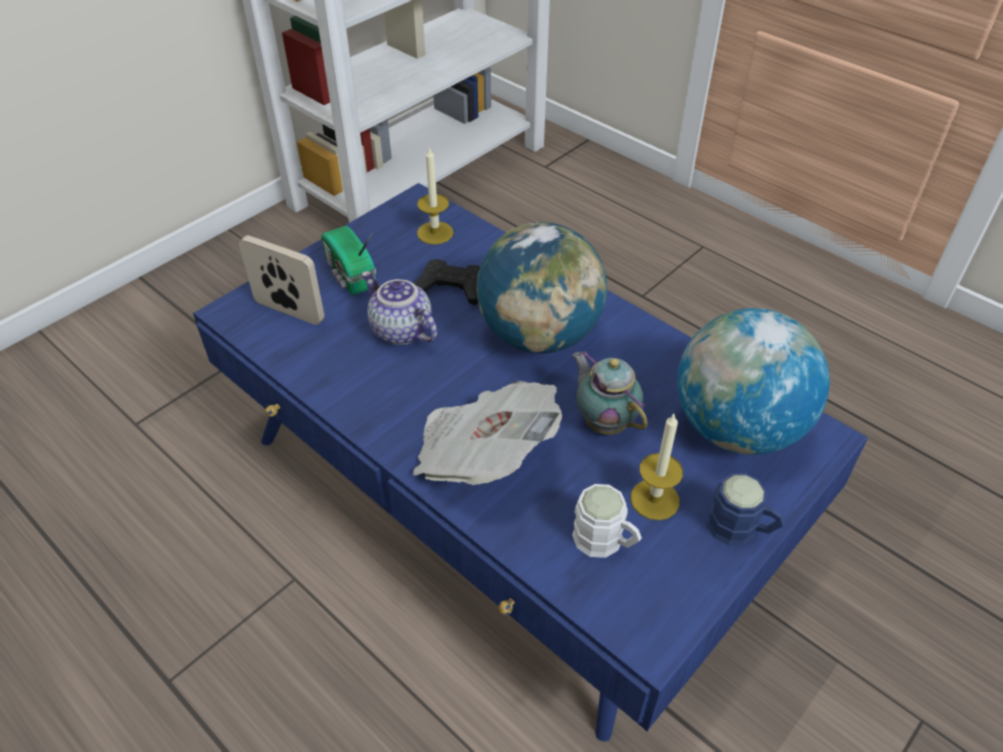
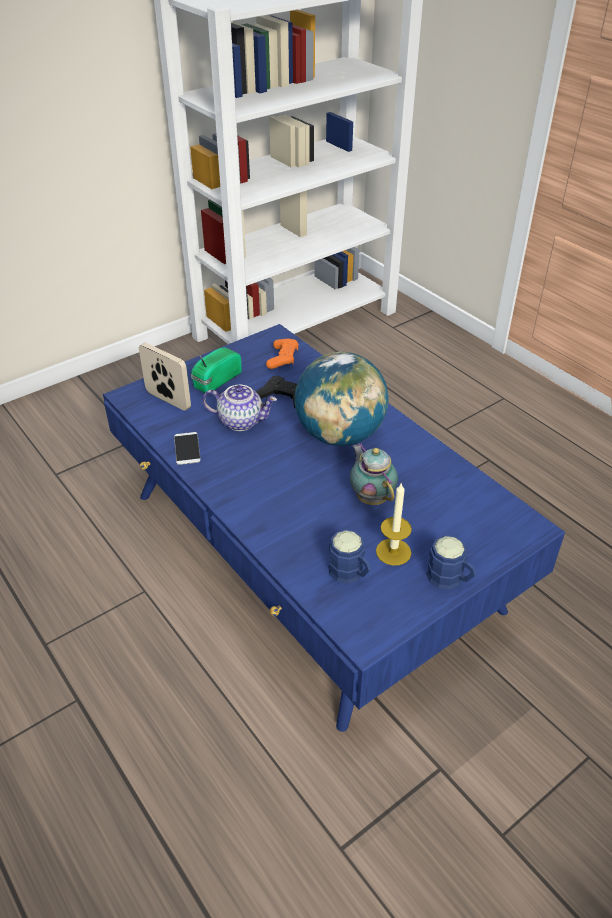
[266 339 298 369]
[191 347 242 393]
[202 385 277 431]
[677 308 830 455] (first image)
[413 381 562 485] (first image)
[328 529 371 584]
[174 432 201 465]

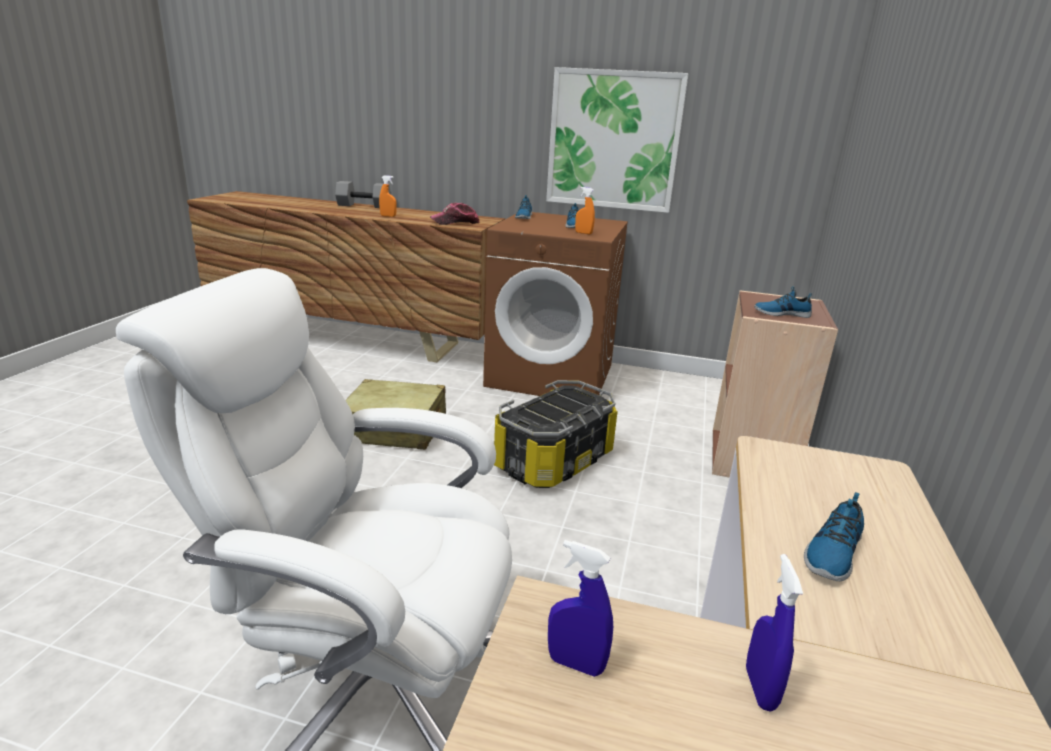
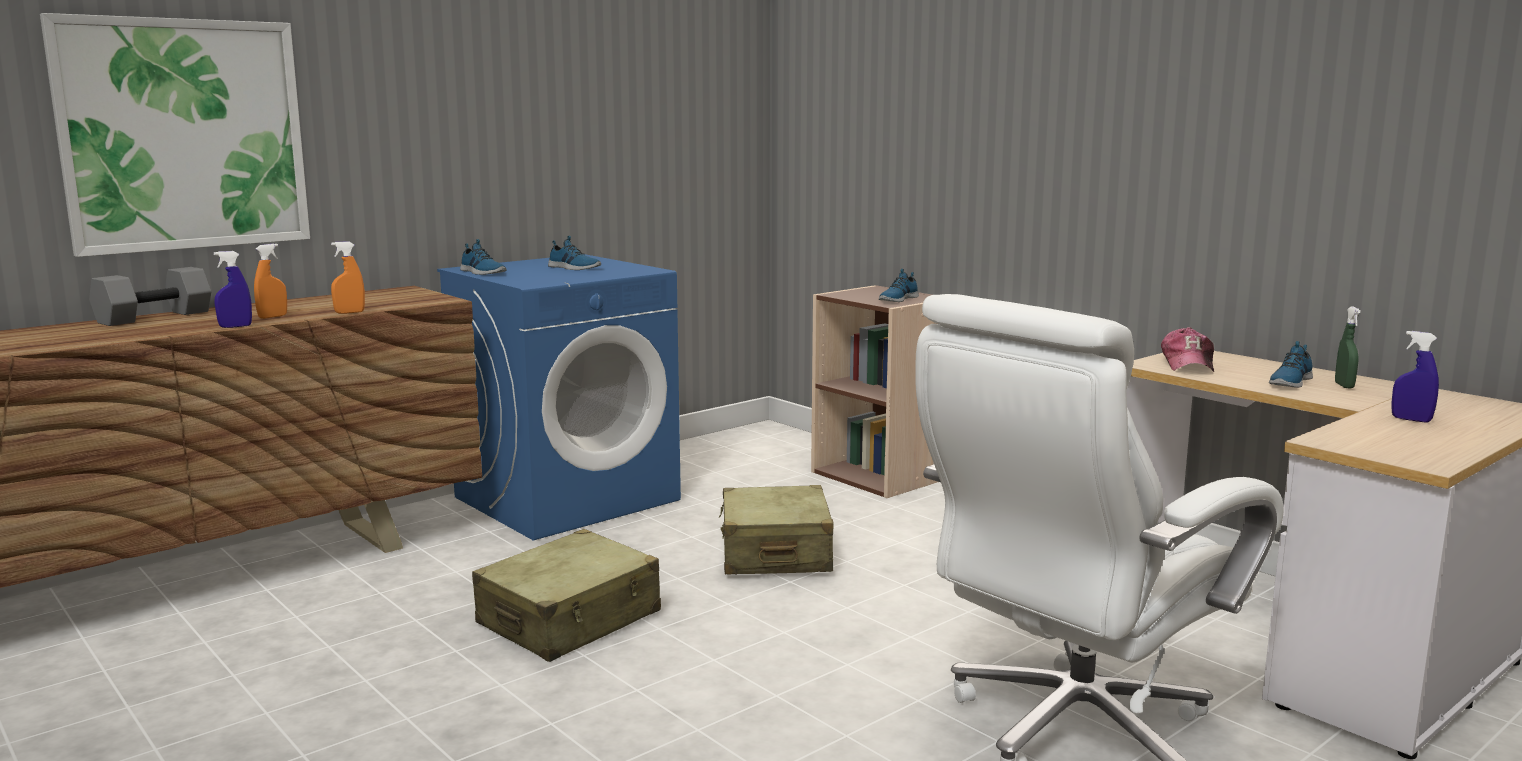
[40 13 310 257]
[331 241 365 314]
[1161 327 1214 372]
[437 254 681 540]
[719 485 834 575]
[1269 341 1313 388]
[214 251 252 328]
[1335 307 1361 389]

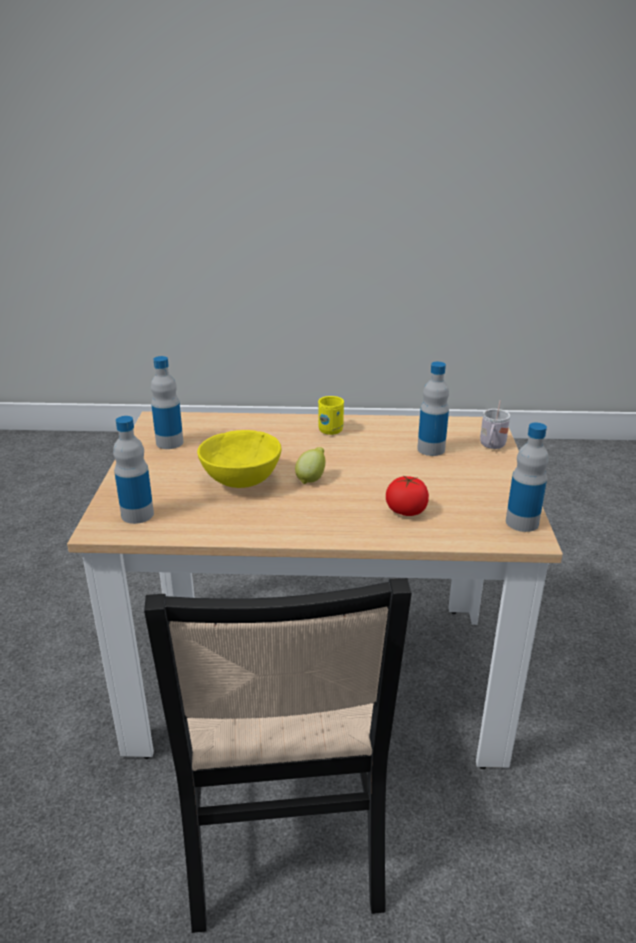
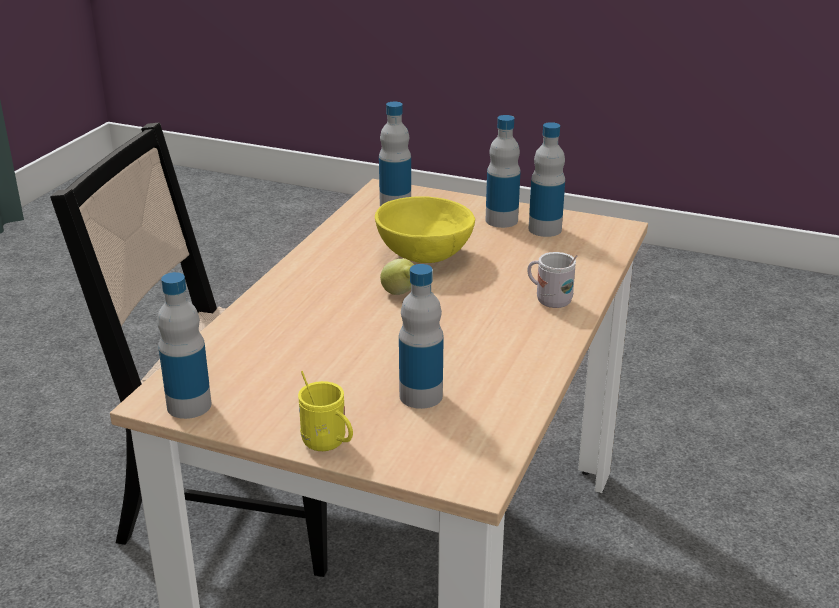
[298 371 353 451]
[527 252 577 308]
[386 475 429 516] (first image)
[485 115 520 228]

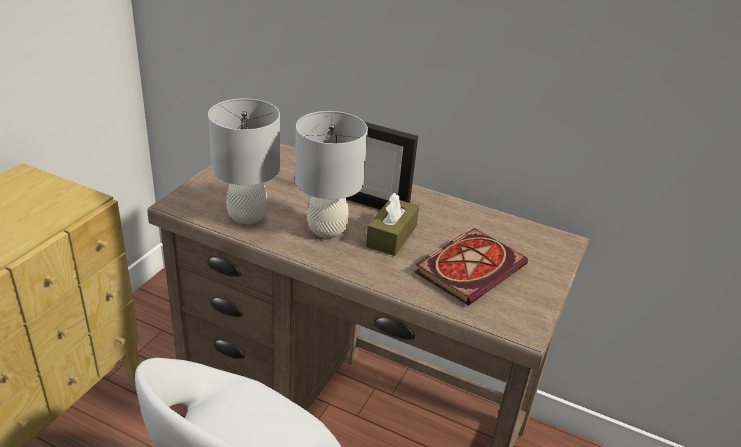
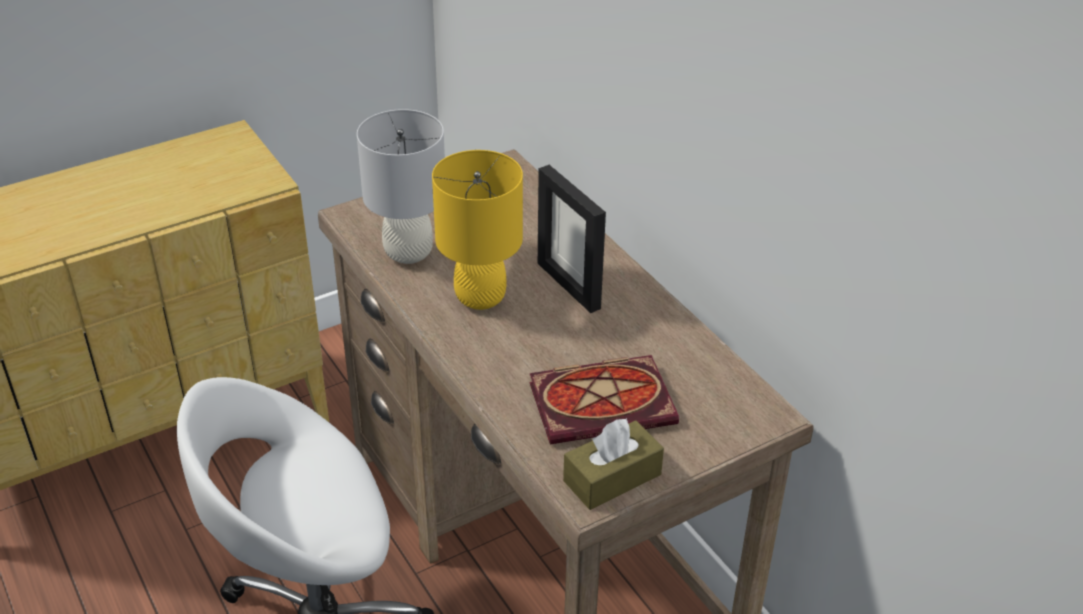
[432 150 523 310]
[563 418 664 510]

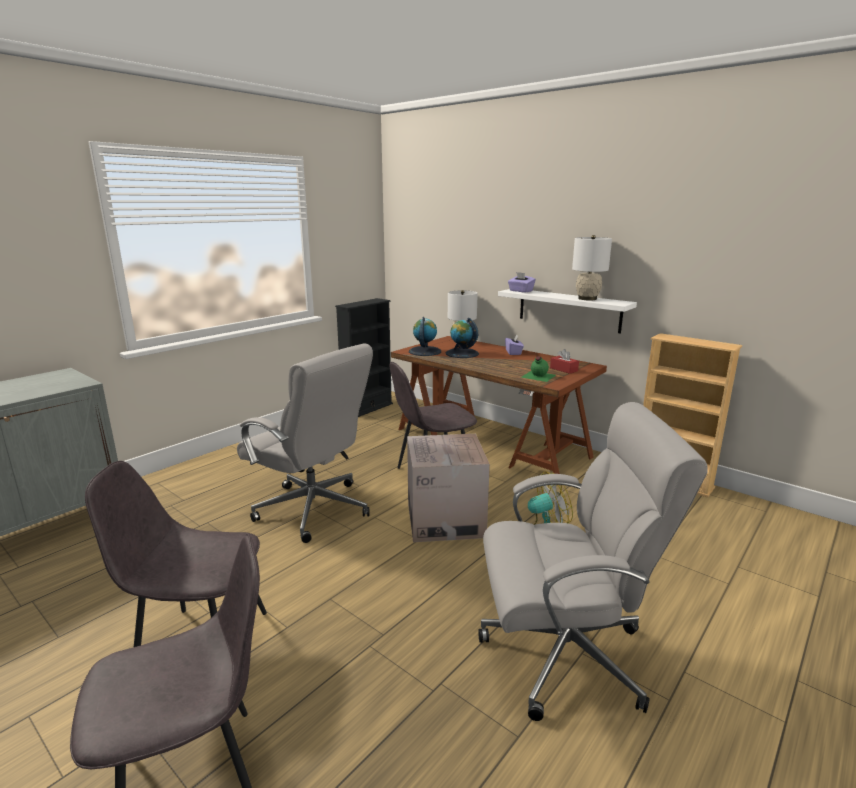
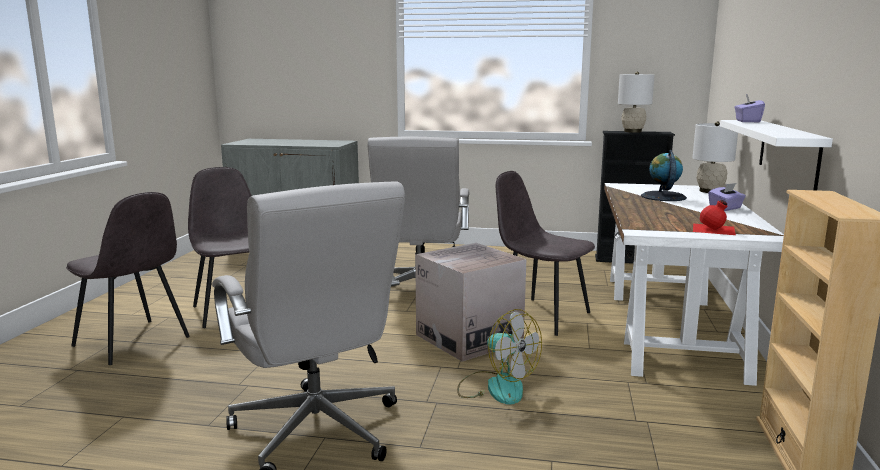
[618 72 655 133]
[409 317 441 356] (first image)
[604 183 784 386]
[693 200 736 235]
[521 356 556 382] (first image)

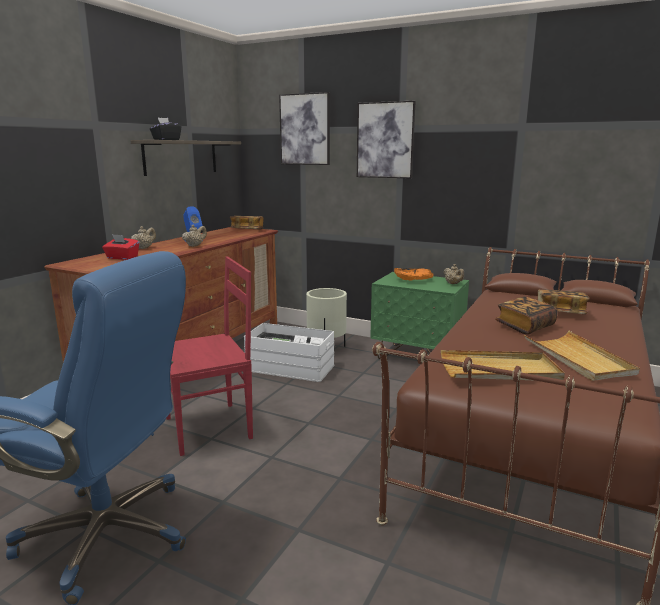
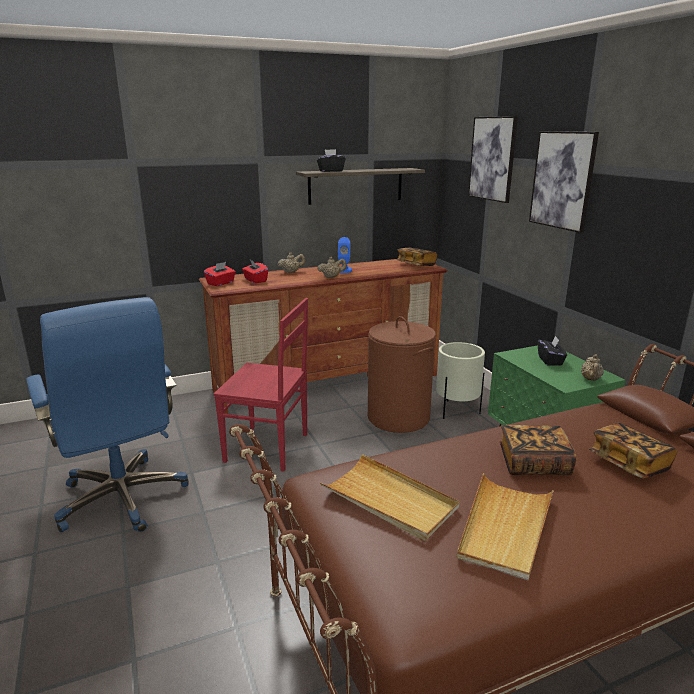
[538 335 567 365]
[368 316 436 433]
[204 262 236 286]

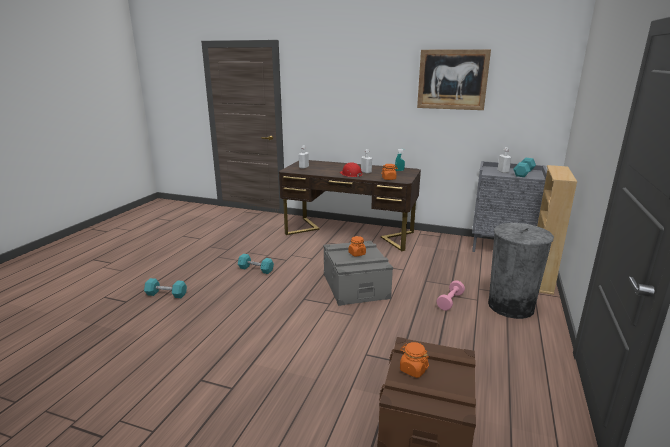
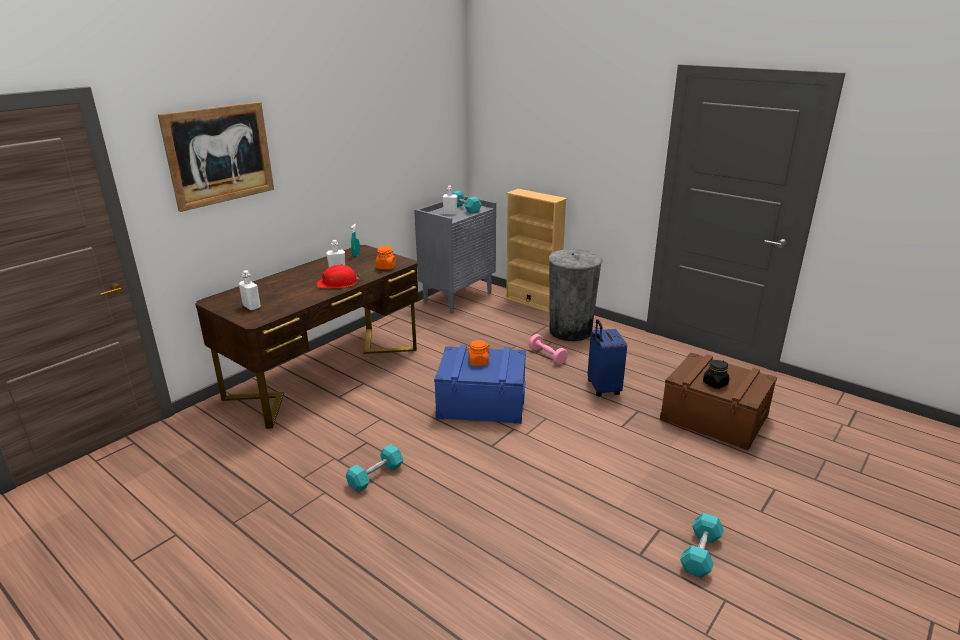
[158 102 274 212]
[434 345 526 424]
[680 513 724 578]
[703 360 729 389]
[588 319 627 396]

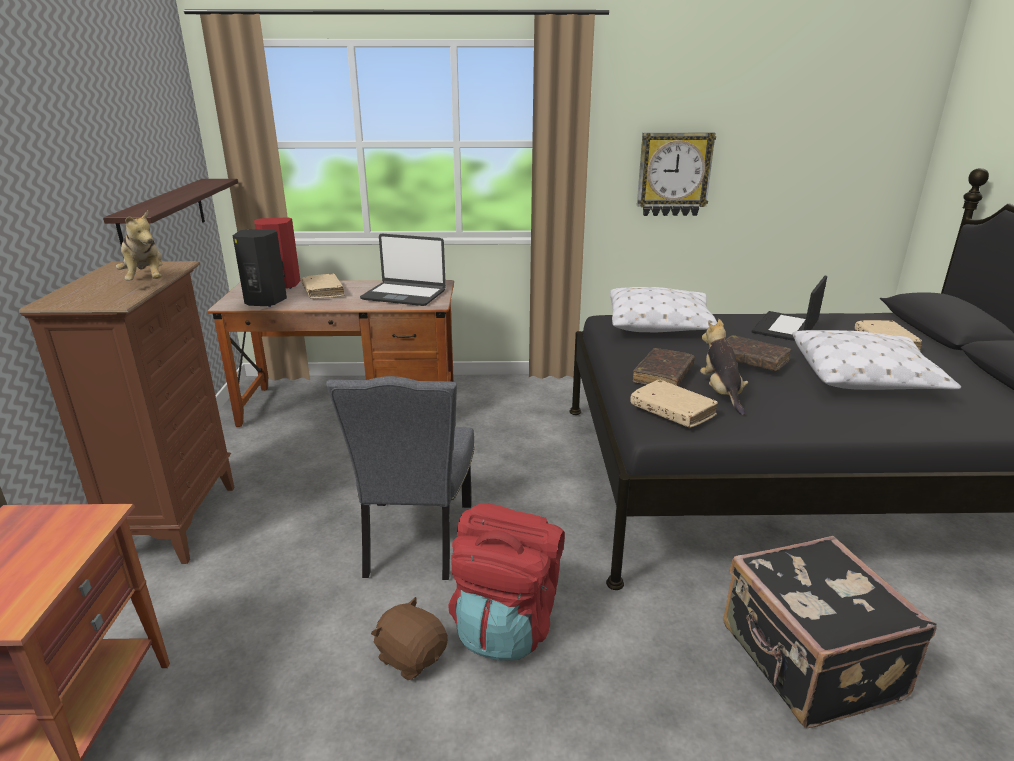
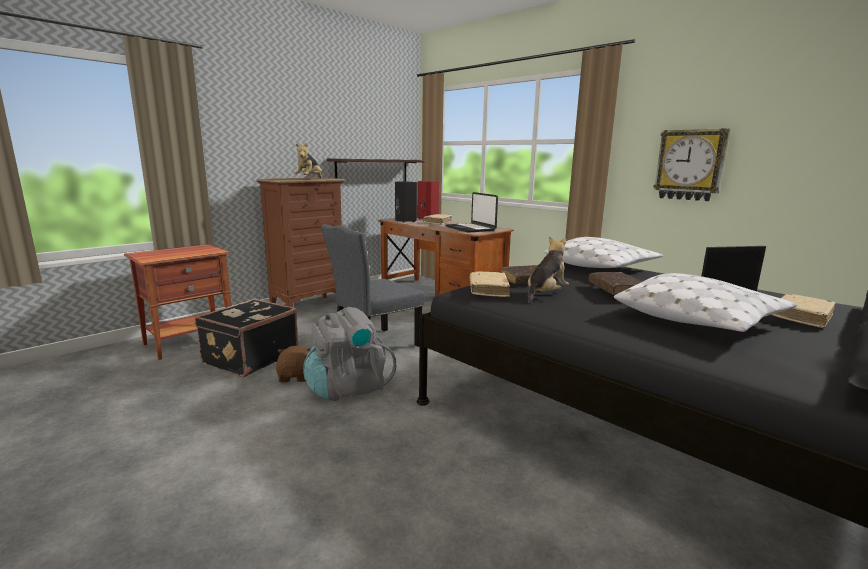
[303 307 396 401]
[195 298 298 377]

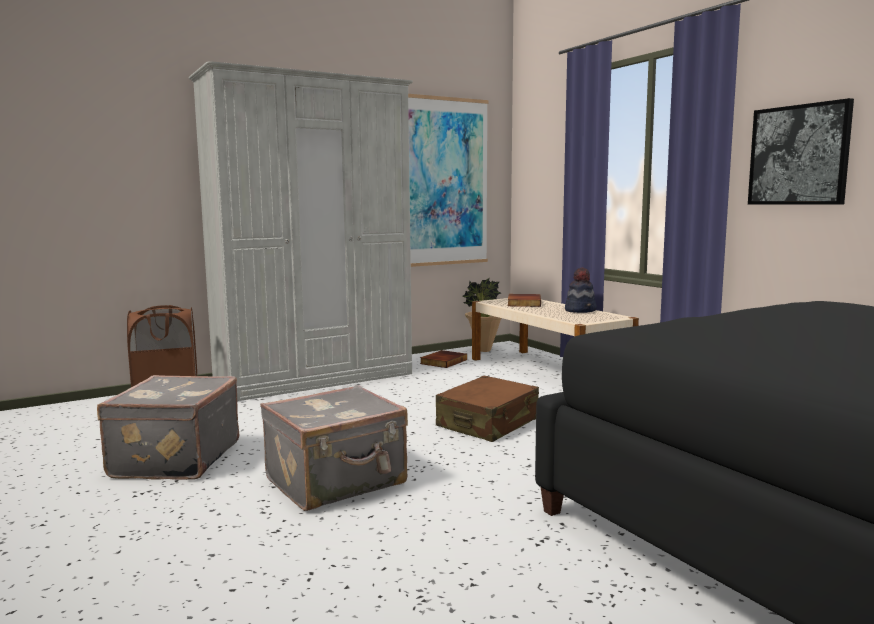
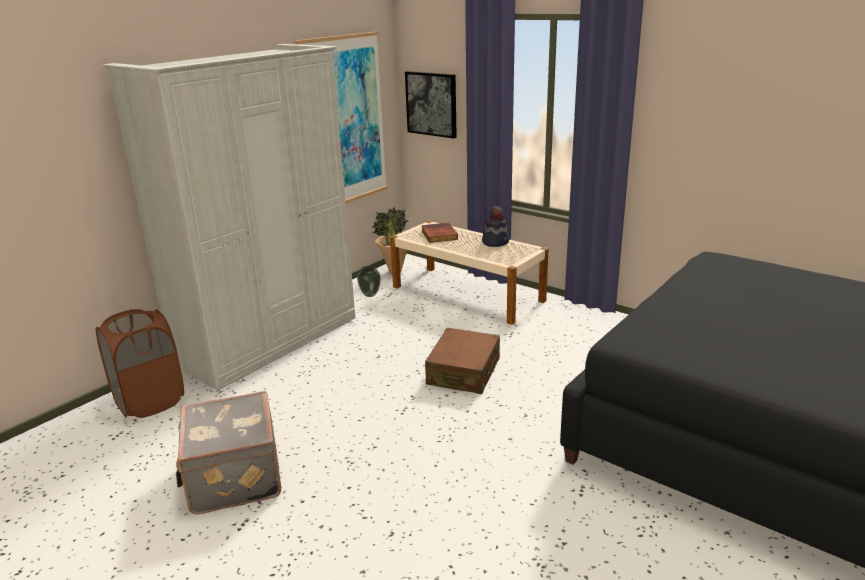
[405 71 457 139]
[357 266 381 297]
[260 385 408 511] (first image)

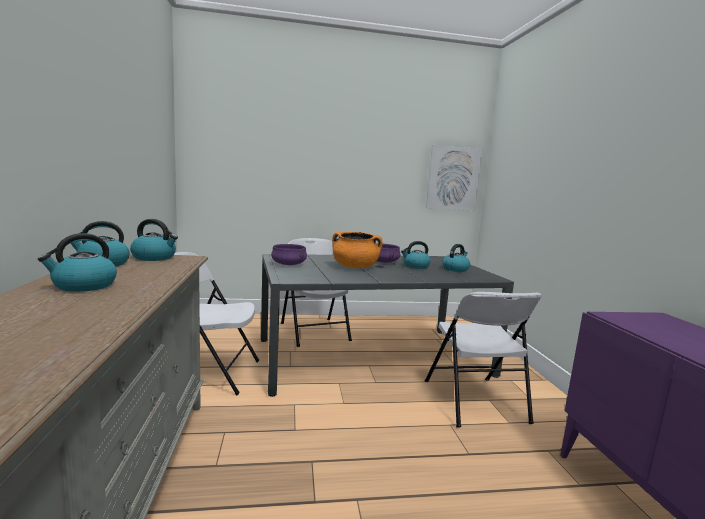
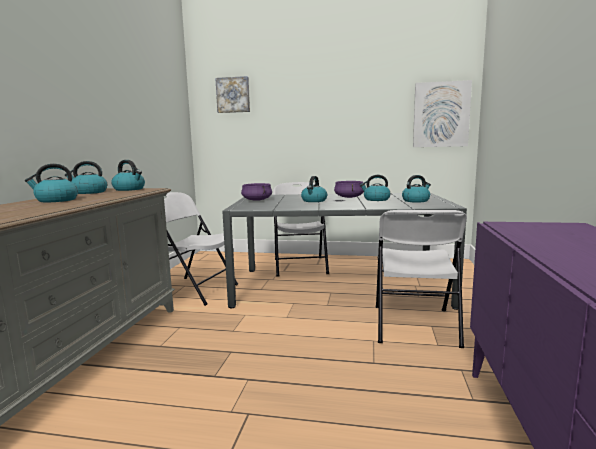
[301 176 327 202]
[215 76 250 113]

